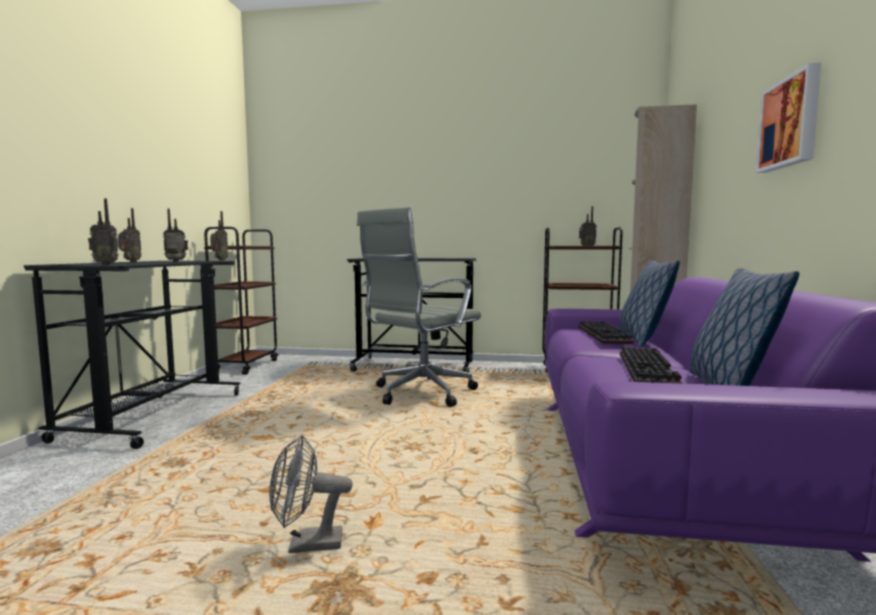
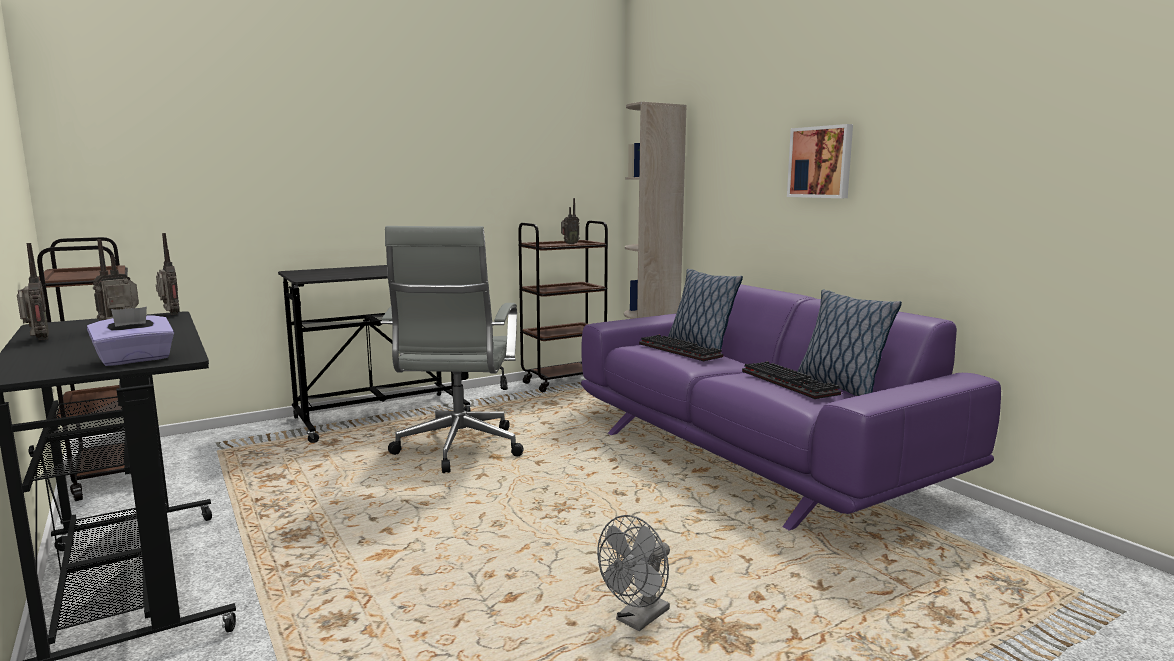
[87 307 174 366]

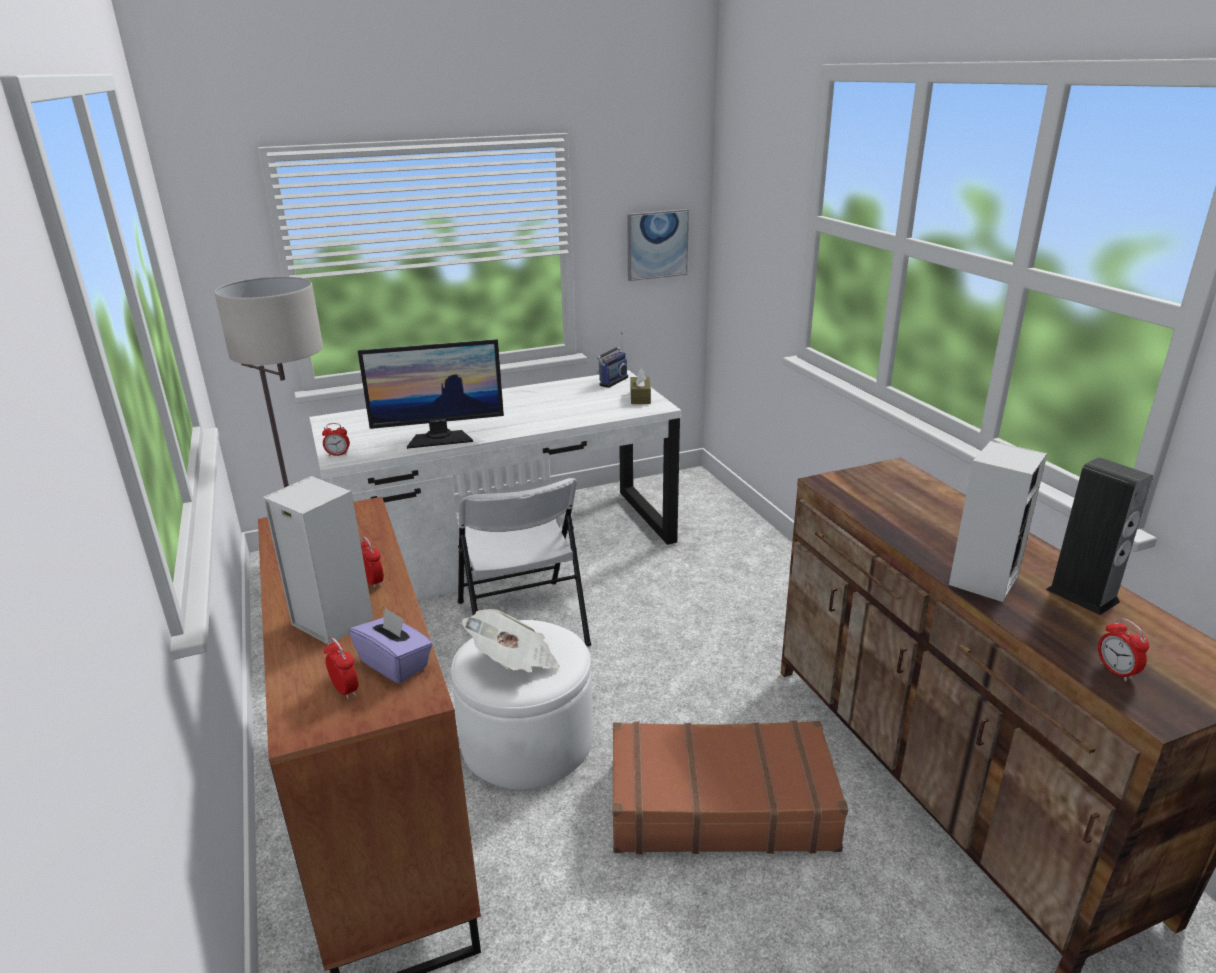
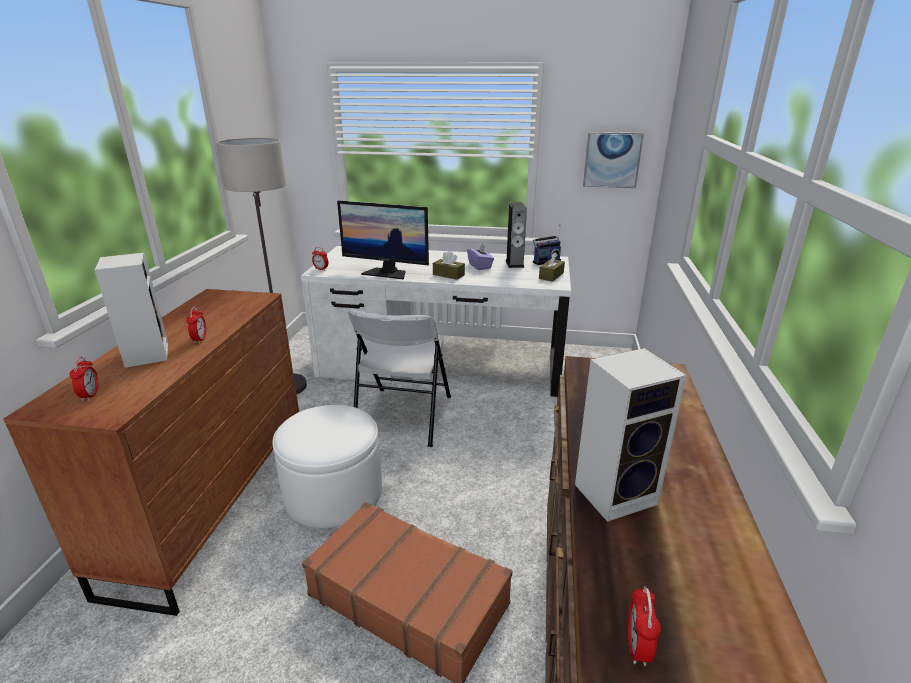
[505 202 527 268]
[467 243 494 270]
[462 609 560 672] (first image)
[433 251 465 280]

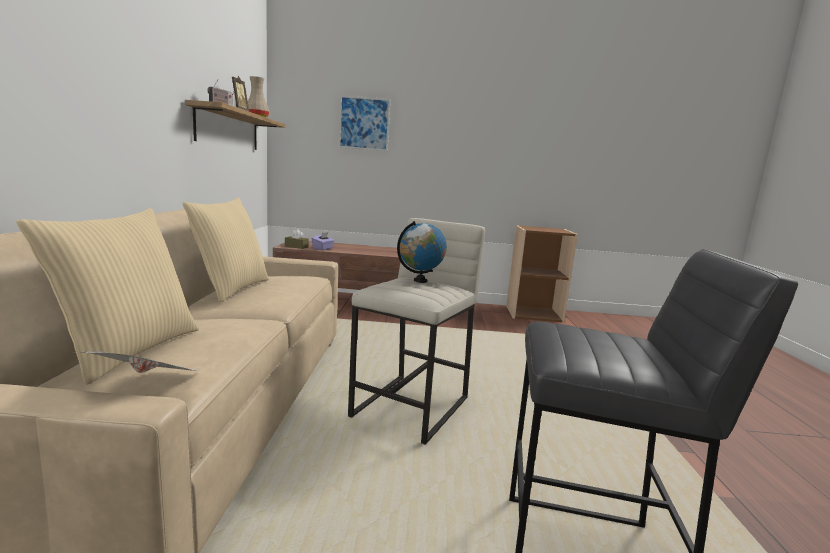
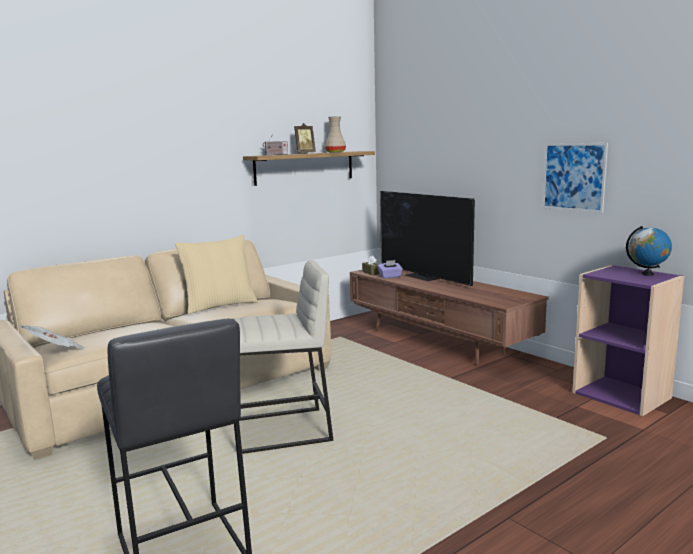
[542 143 608 213]
[16 208 199 385] (first image)
[626 226 672 276]
[572 265 684 416]
[380 191 475 286]

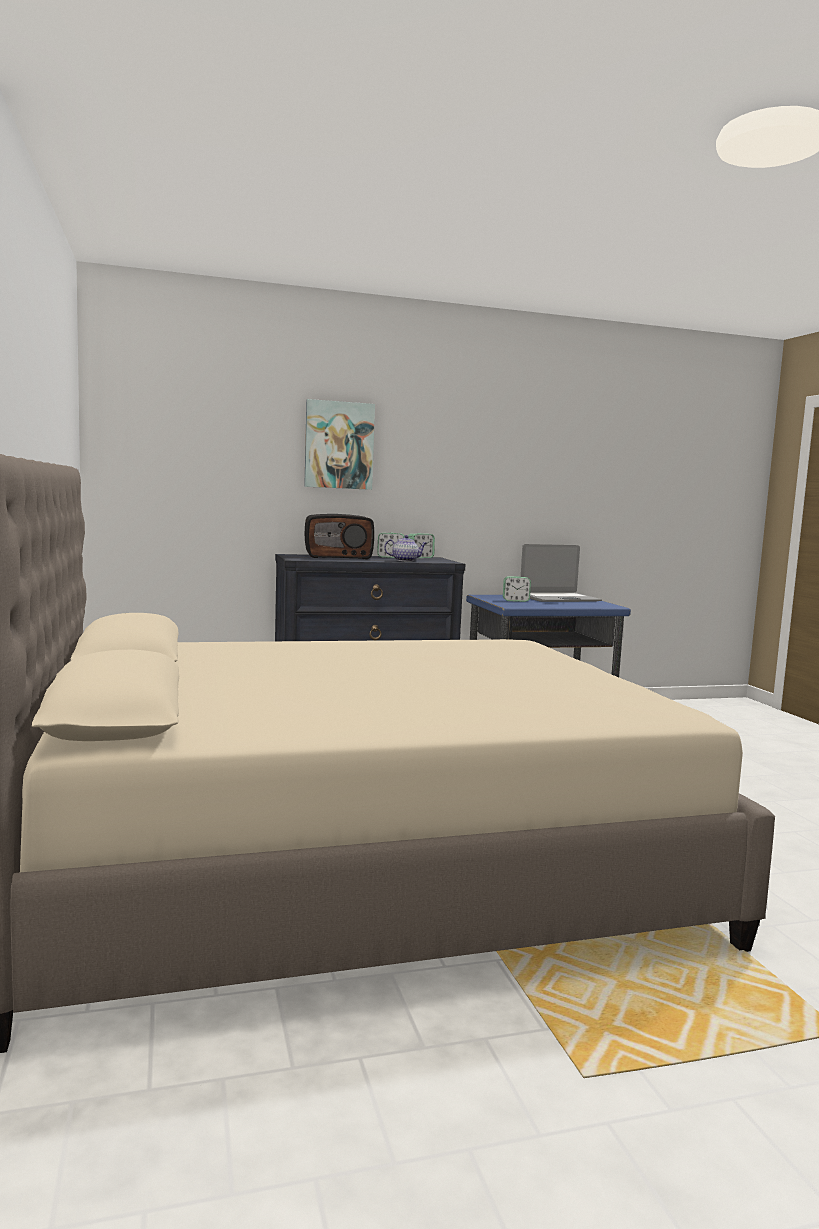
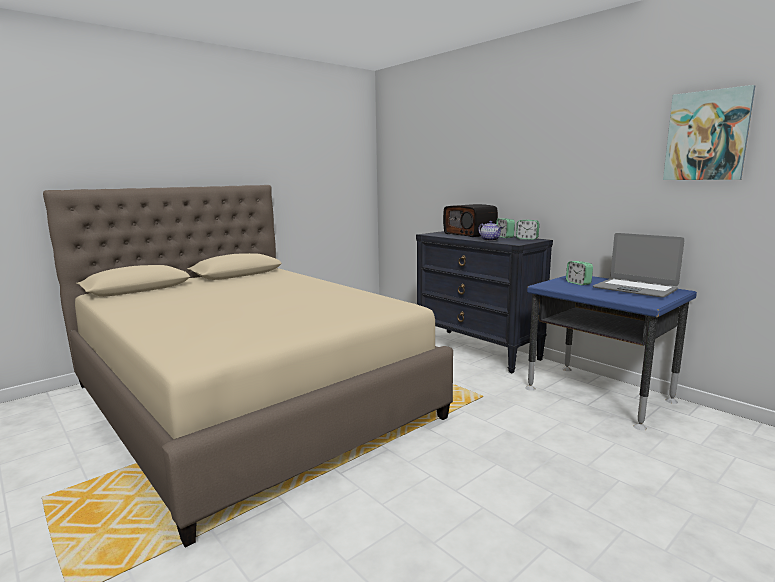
[663 85 755 180]

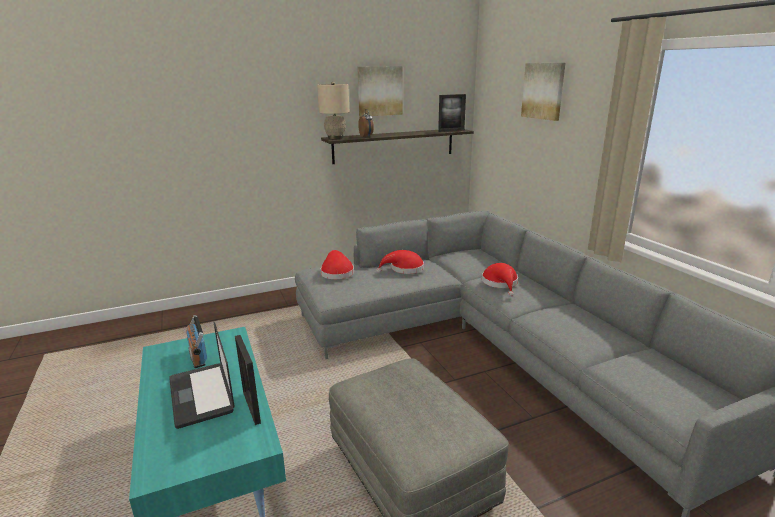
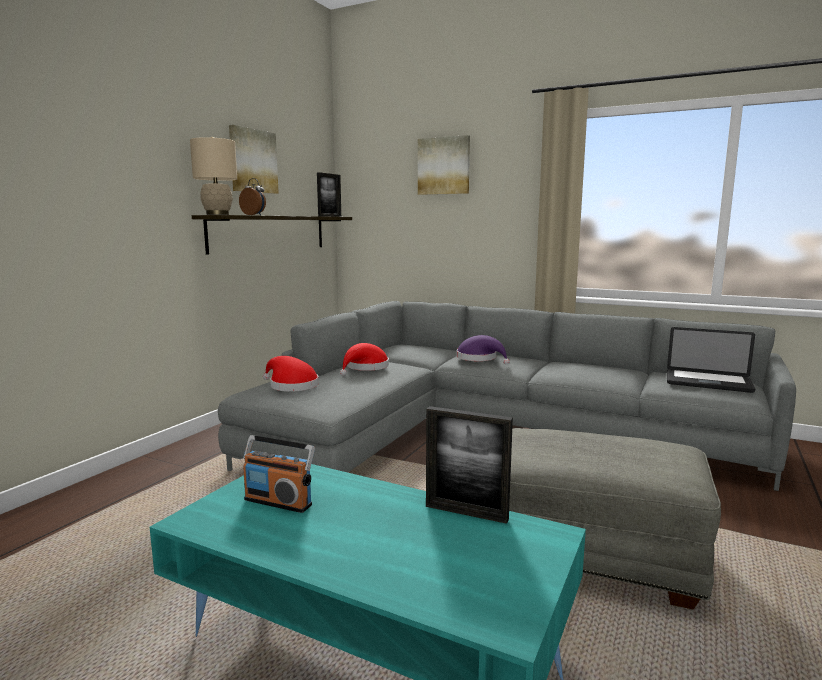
[457 335 510 365]
[667 327 755 393]

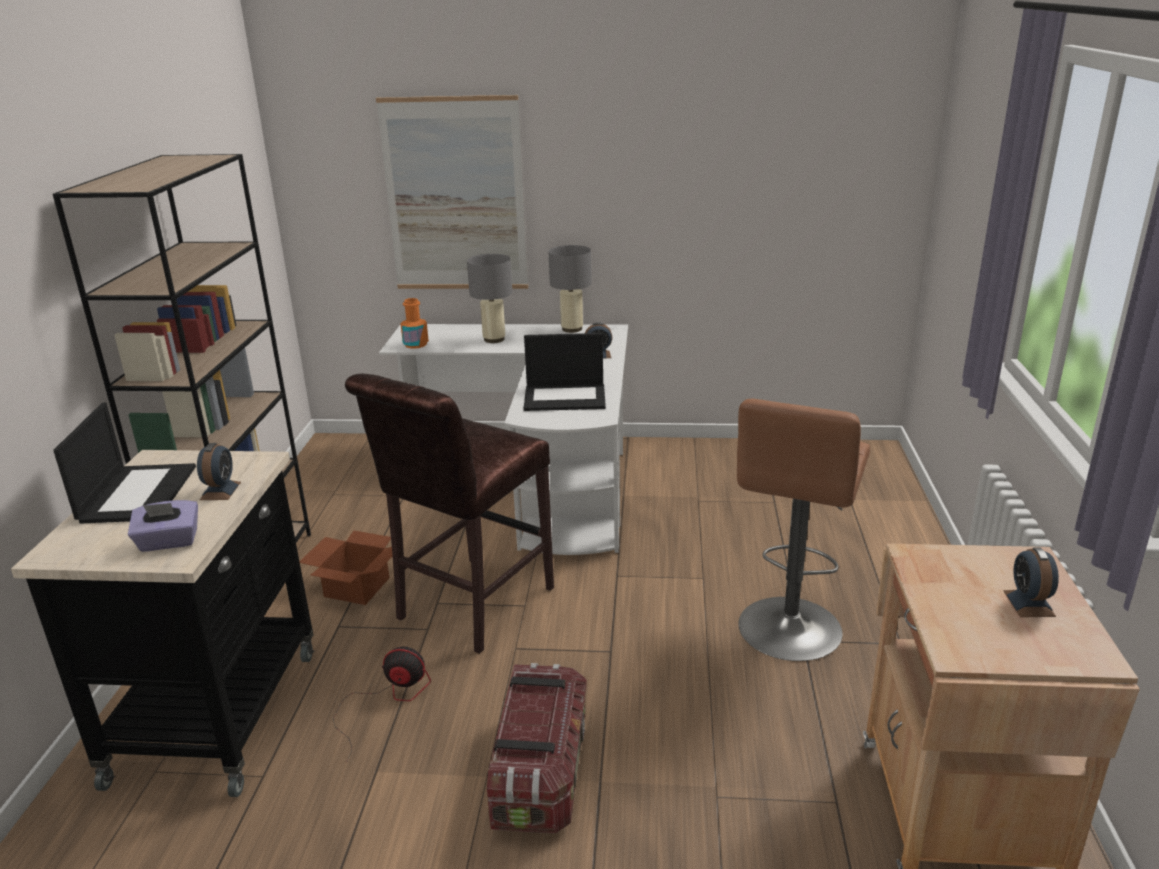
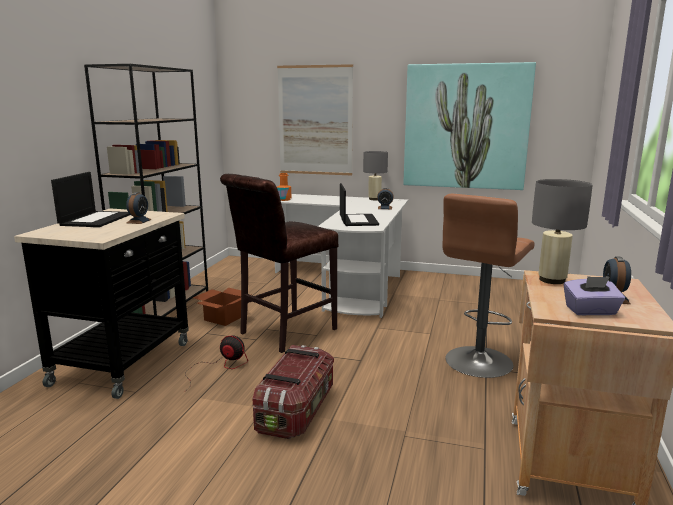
[532 179 593 284]
[340 183 379 226]
[564 276 625 315]
[403 62 536 190]

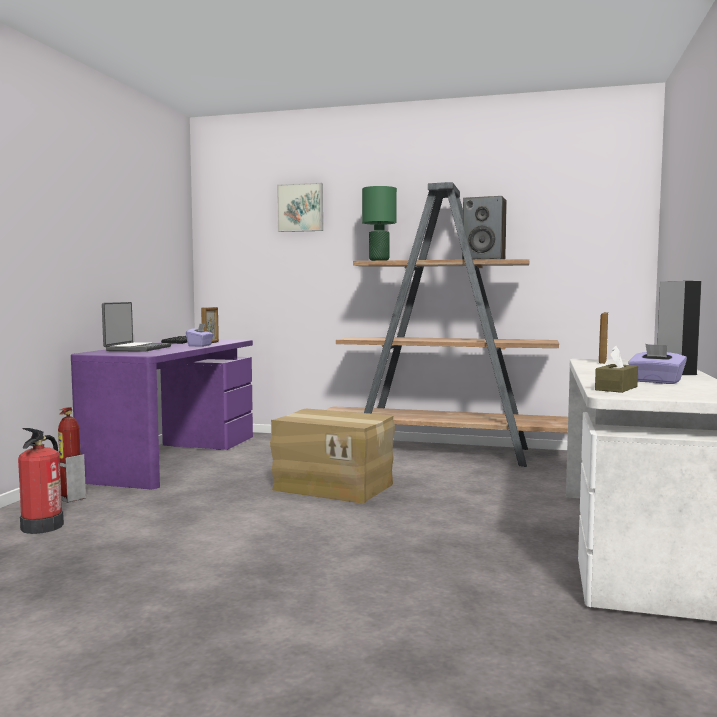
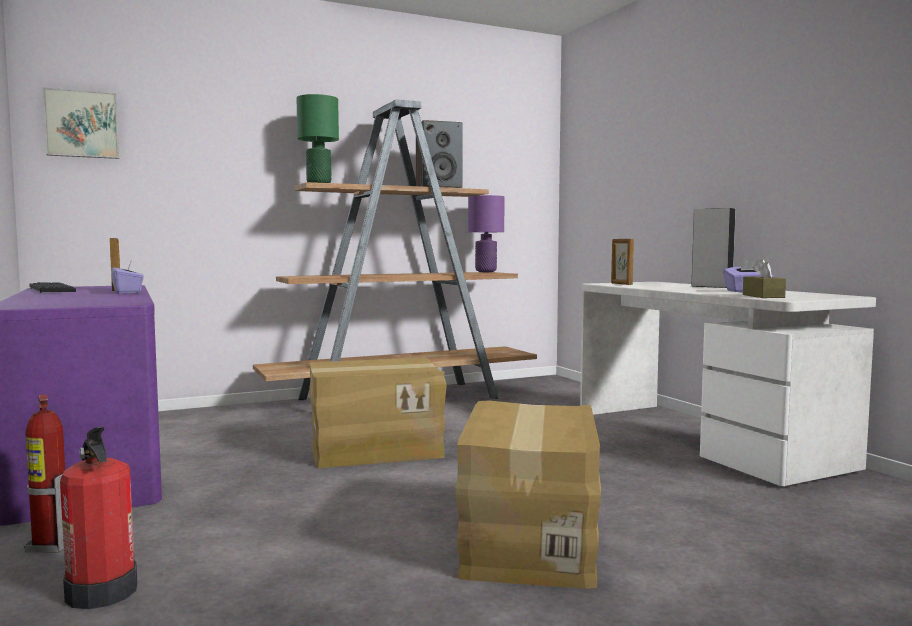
[43 87 119 159]
[102 302 171 352] (first image)
[468 195 504 272]
[455 401 601 589]

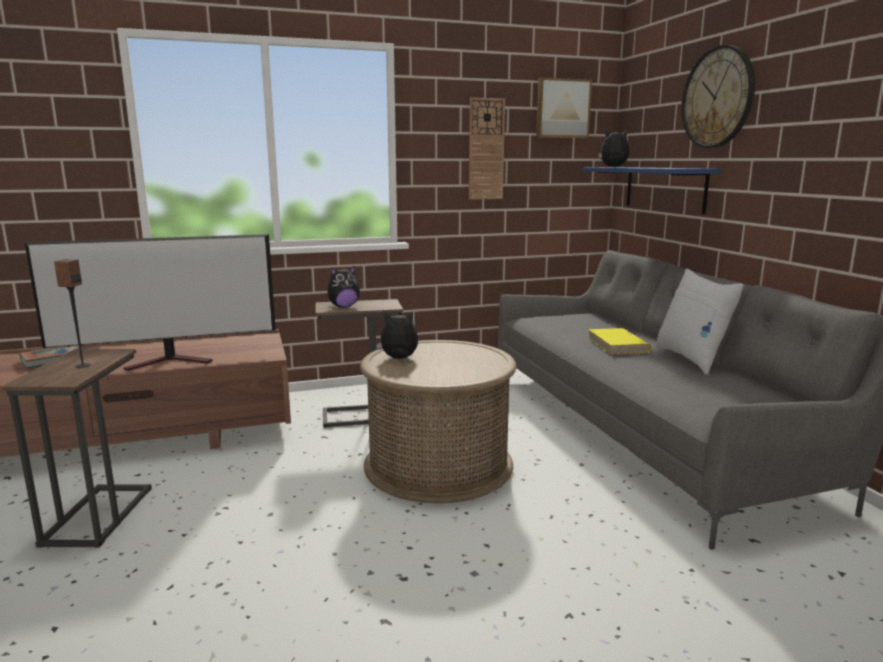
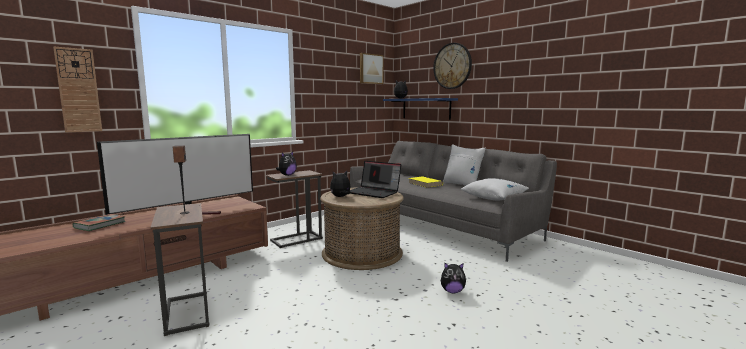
[53 47 102 132]
[349 161 401 198]
[461 178 529 200]
[441 263 467 293]

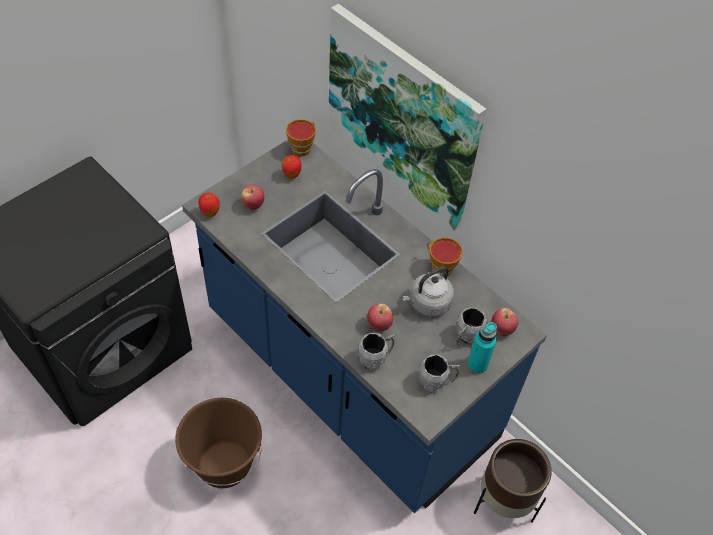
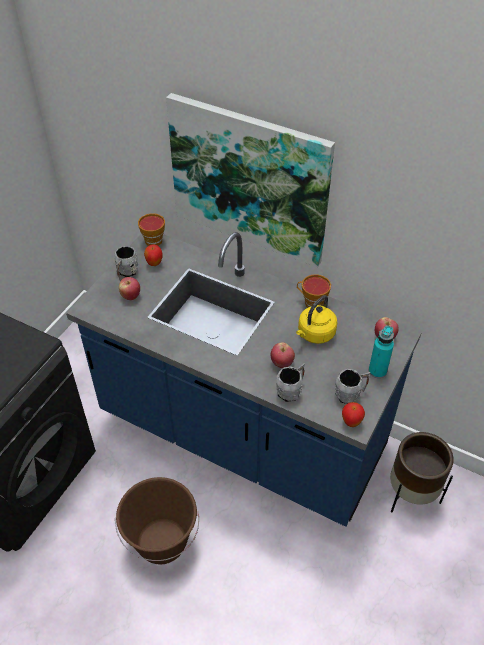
[342 402 365 427]
[296 295 338 344]
[114 246 138 281]

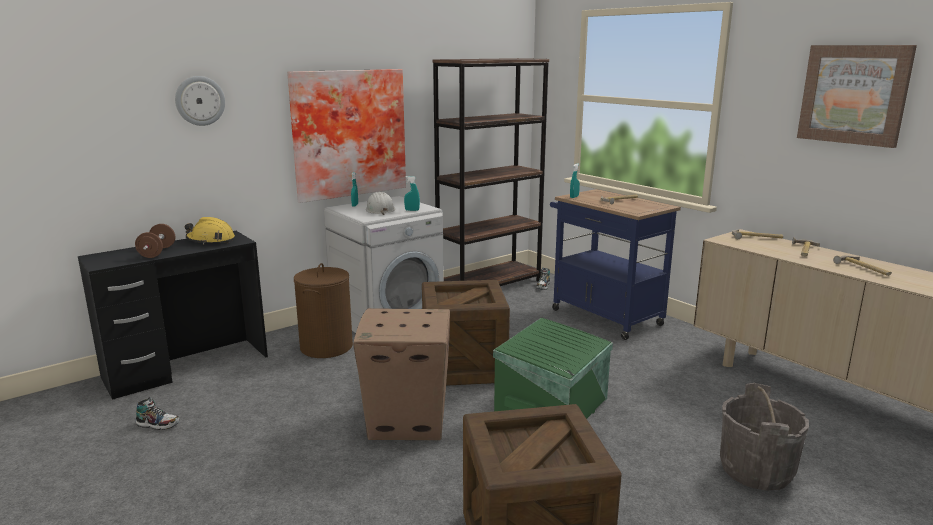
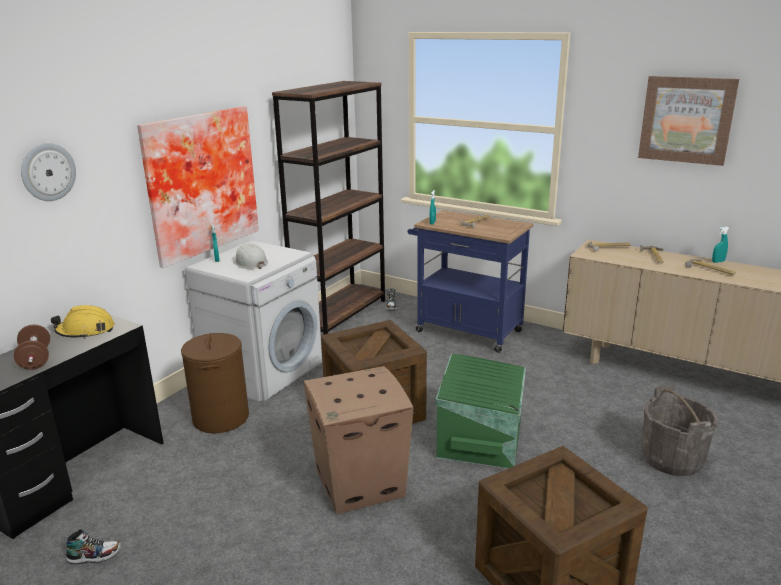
[712 226 729 263]

